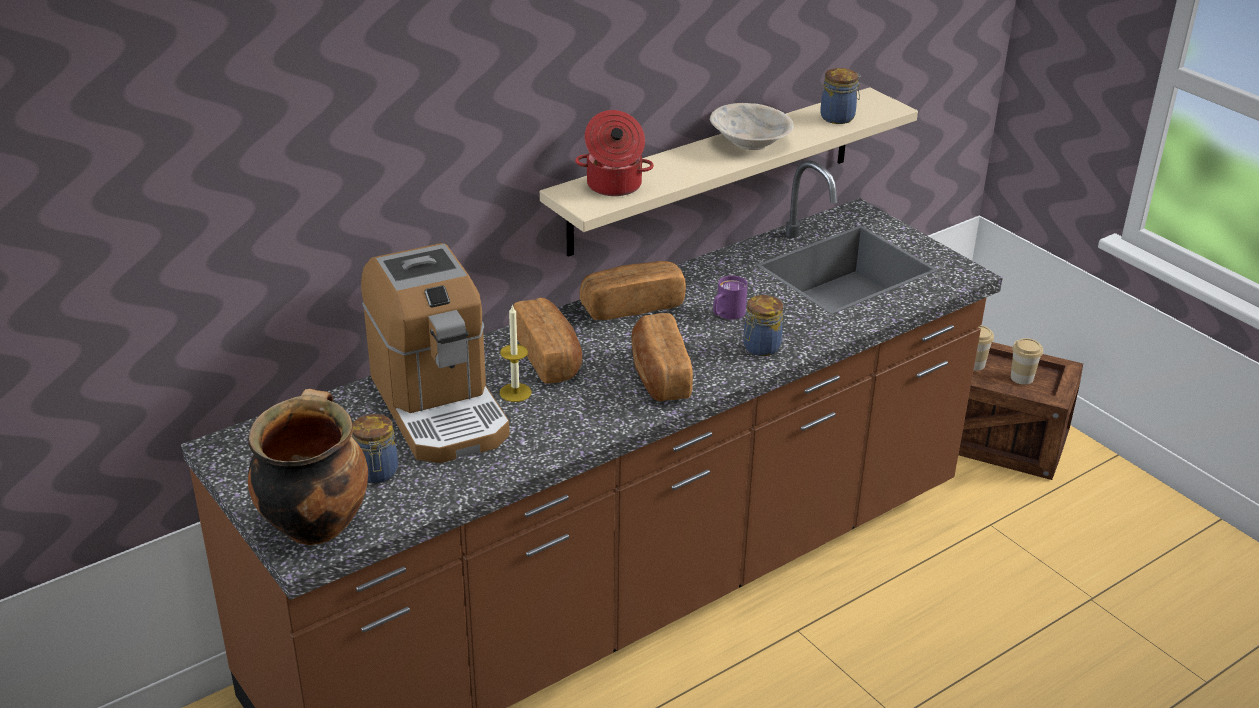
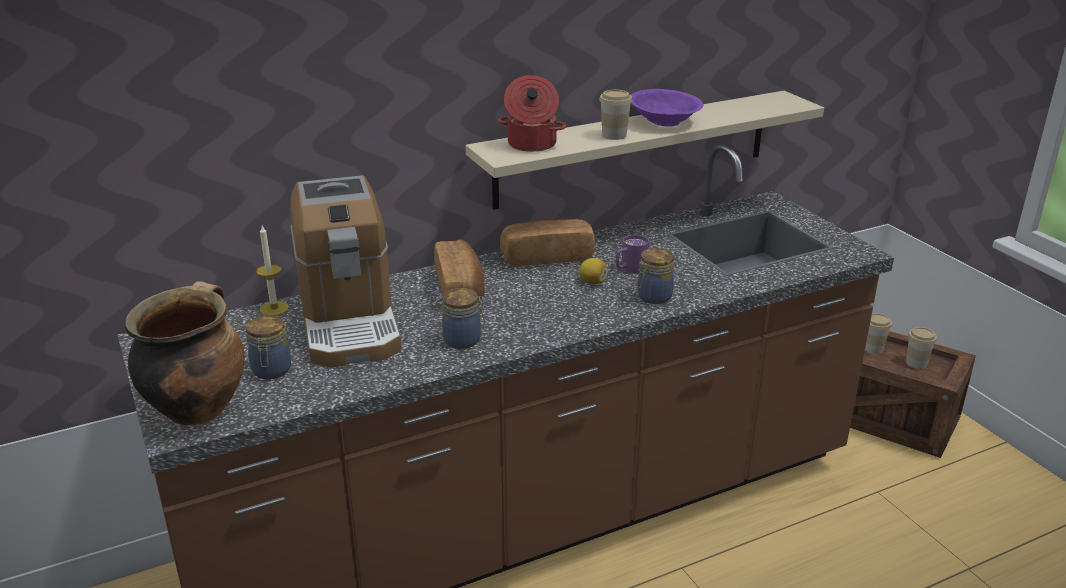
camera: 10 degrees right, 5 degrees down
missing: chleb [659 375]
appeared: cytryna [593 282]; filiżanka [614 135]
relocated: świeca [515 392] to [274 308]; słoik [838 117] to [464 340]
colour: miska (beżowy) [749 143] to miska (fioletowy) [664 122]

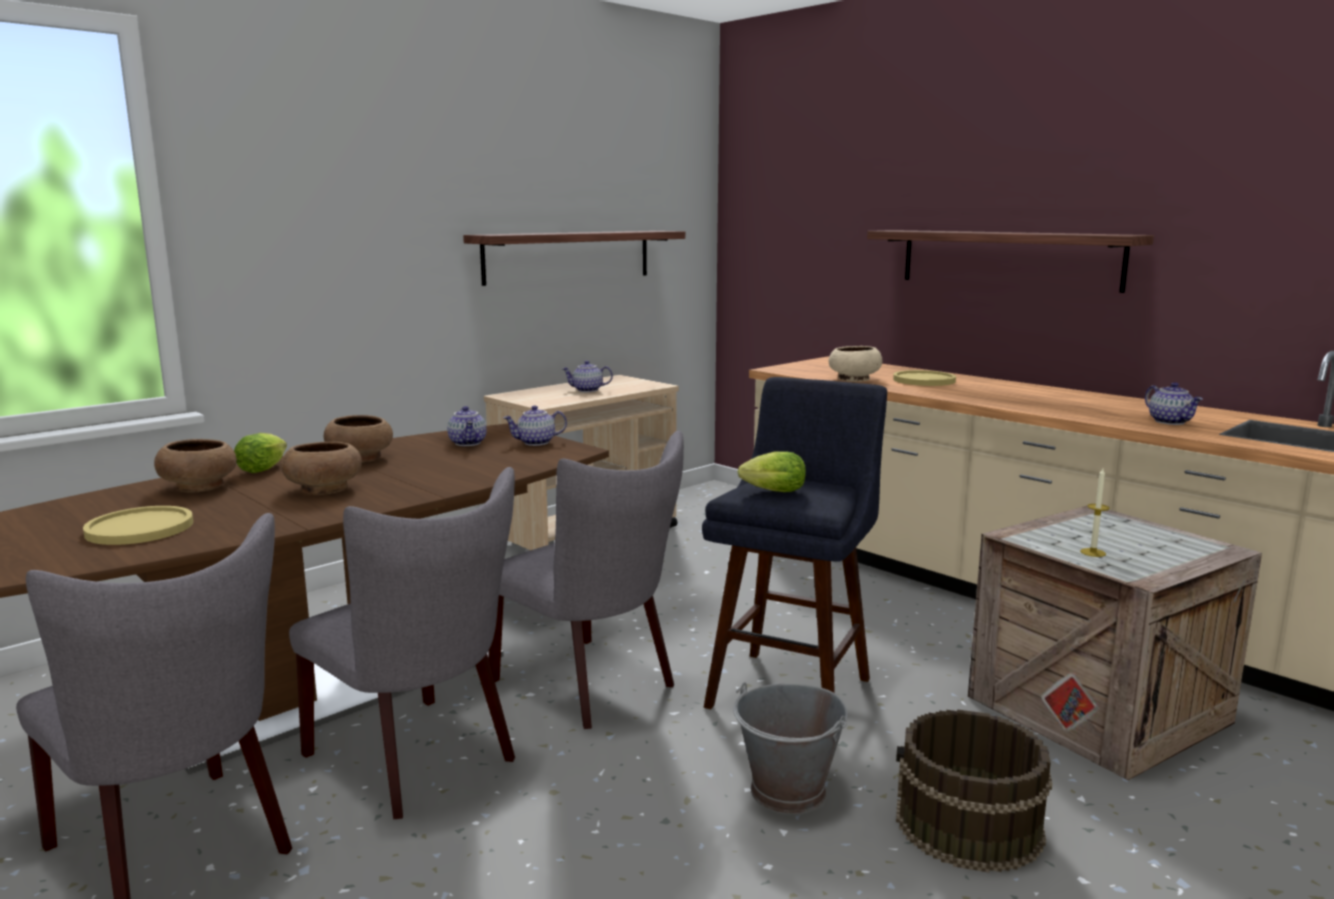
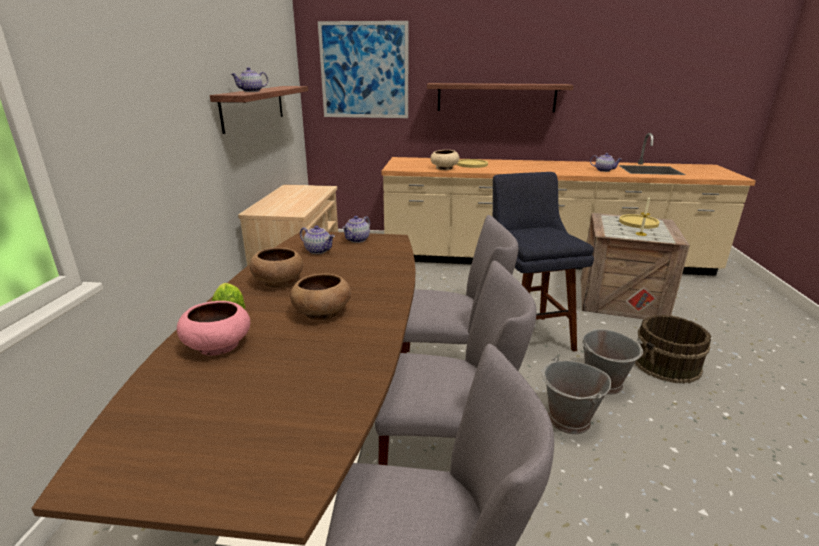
camera: 40 degrees left, 10 degrees up
missing: sałata [770 492]
appeared: obraz [364 71]; wiadro (szary) [568 420]
relocated: imbryk [587 390] to [251 91]; talerz (żółty) [140 528] to [638 222]
colour: miska (brązowy) [199 486] to miska (różowy) [218 345]

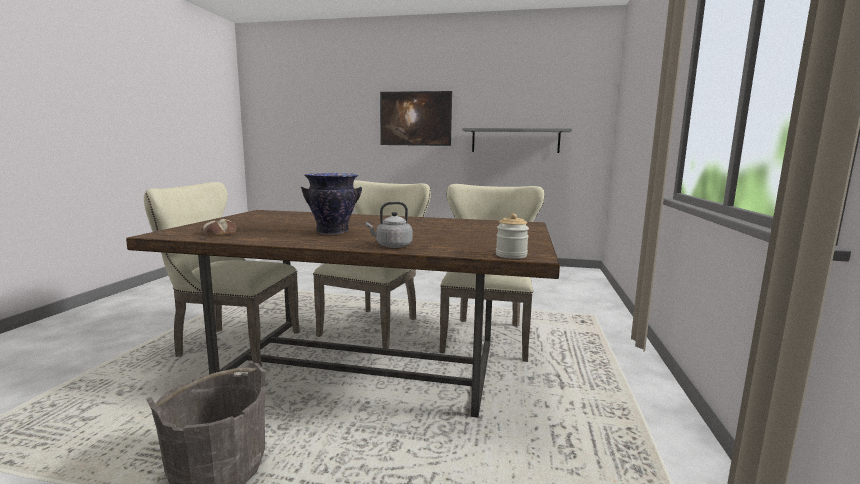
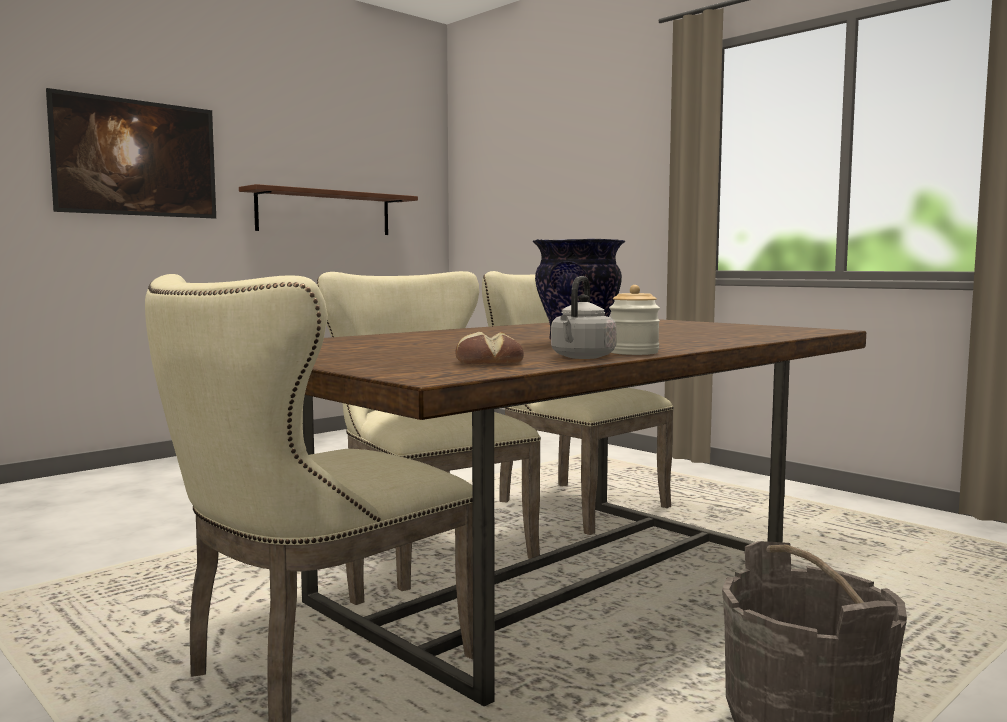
camera: 55 degrees left, 5 degrees down
relocated: czajnik (szary) [392 246] to [581 357]; słoik [511 255] to [633 352]
colour: półka (szary) [515 140] to półka (brązowy) [324 213]

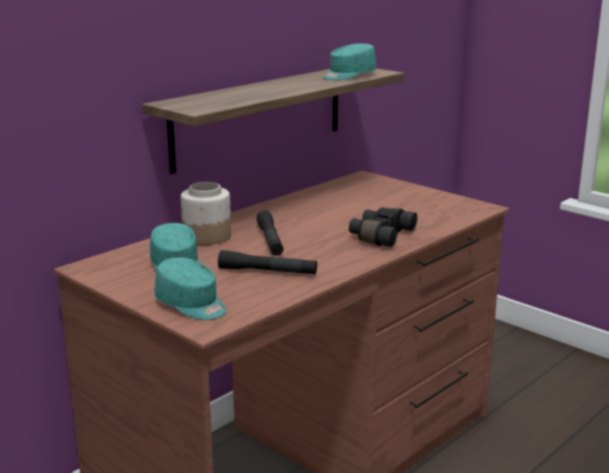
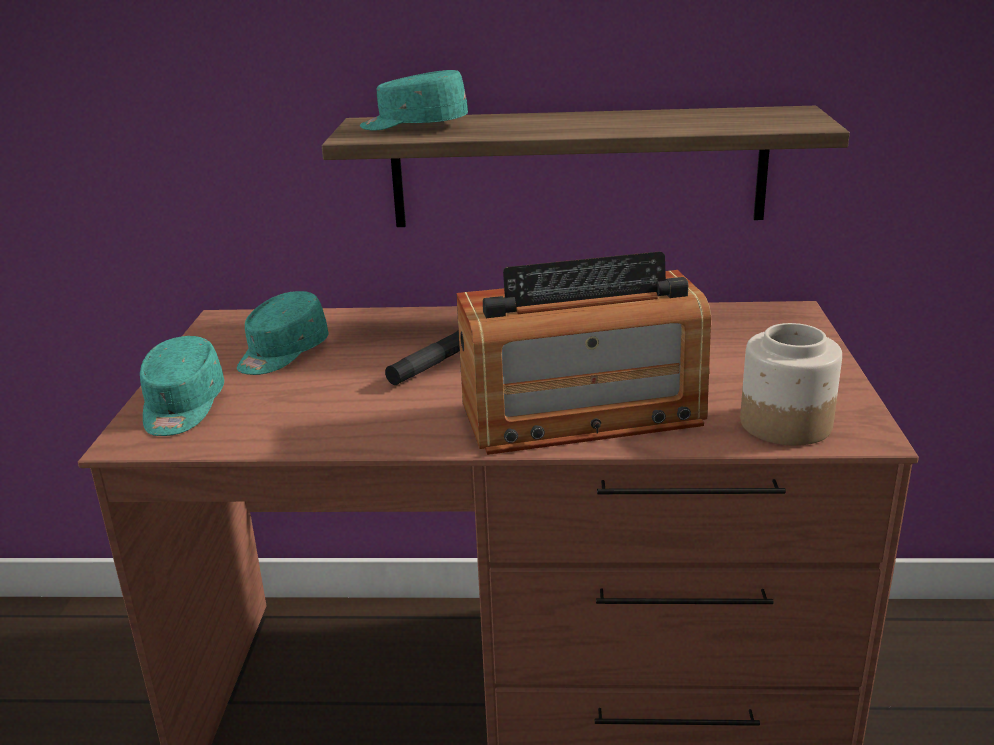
camera: 50 degrees right, 5 degrees up
missing: latarka (czarny) [267 271]
relocated: czapka z daszkiem (turkusowy) [348 76] to [414 126]; słoik [206 236] to [784 424]
exchanged: lornetka (czarny) [380 236] to radio [582 414]

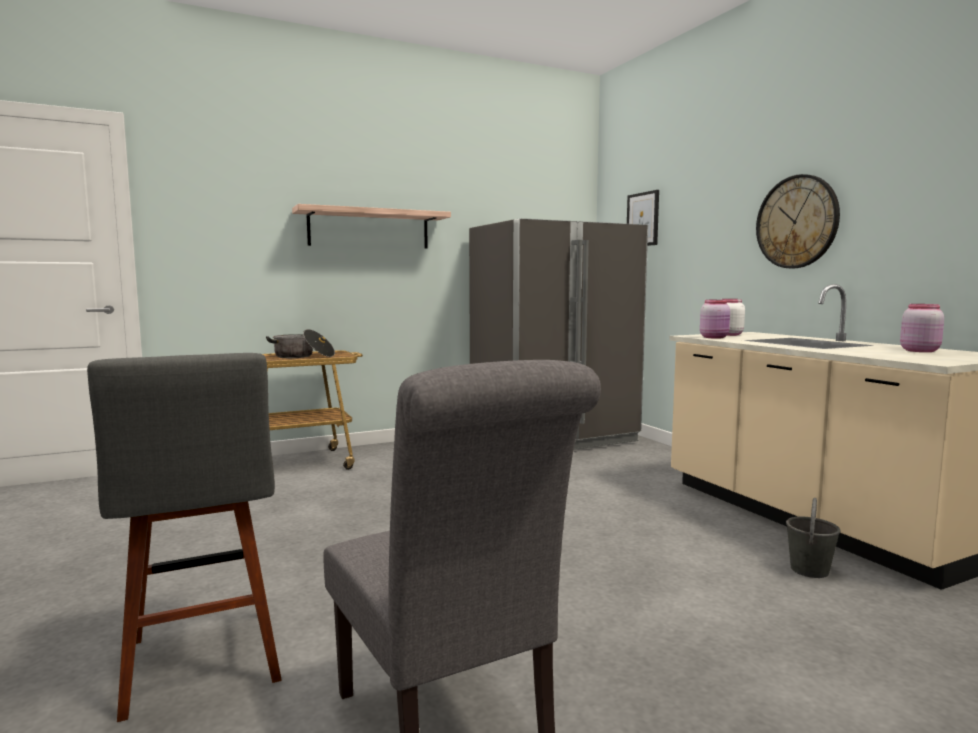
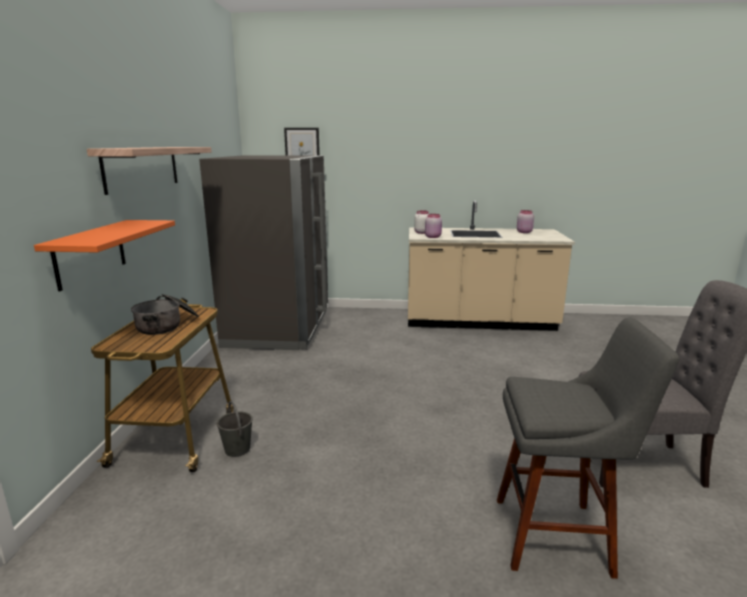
camera: 60 degrees left, 10 degrees up
missing: zegar ścienny [797 222]
appeared: półka (pomarańczowy) [90 253]
relocated: wiadro (szary) [809 570] to [237 449]

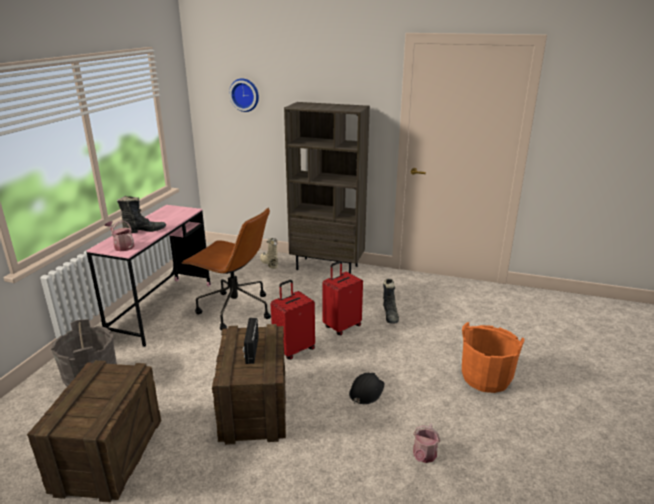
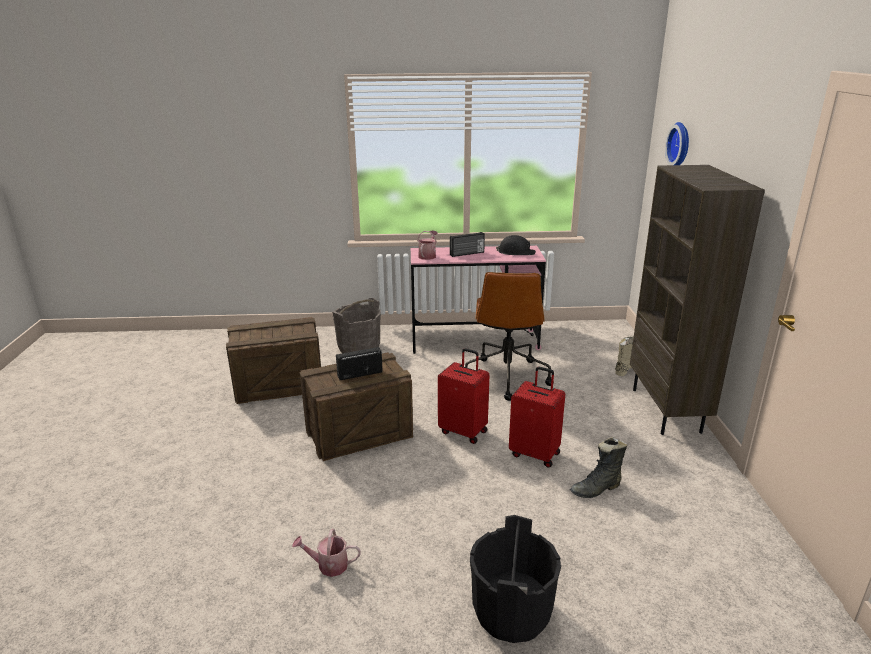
camera: 70 degrees right, 0 degrees up
relocated: kask (czarny) [366 391] to [516 252]
exchanged: but z cholewką (czarny) [144 230] to radio [467 253]
colour: wiadro (pomarańczowy) [486 377] to wiadro (czarny) [512 612]

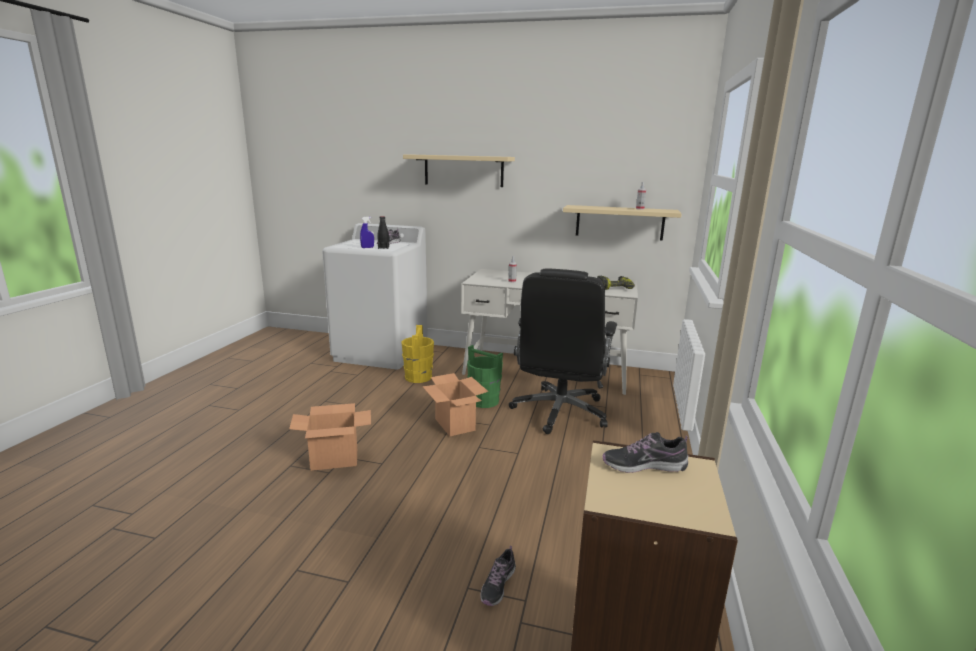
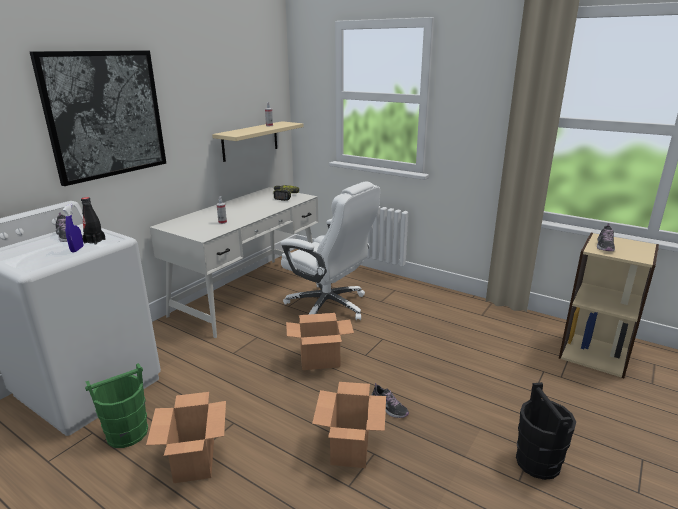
camera: 70 degrees left, 5 degrees up
missing: wiadro (żółty) [418 377]
appeared: karton [194 460]; wiadro (czarny) [538 462]
relocated: wiadro (zielony) [484 401] to [127 433]; but [498 585] to [389 408]
exchanged: półka (beżowy) [463 170] to obraz [105 115]
colour: krzesło biurowe (czarny) [559 412] to krzesło biurowe (biały) [329 306]

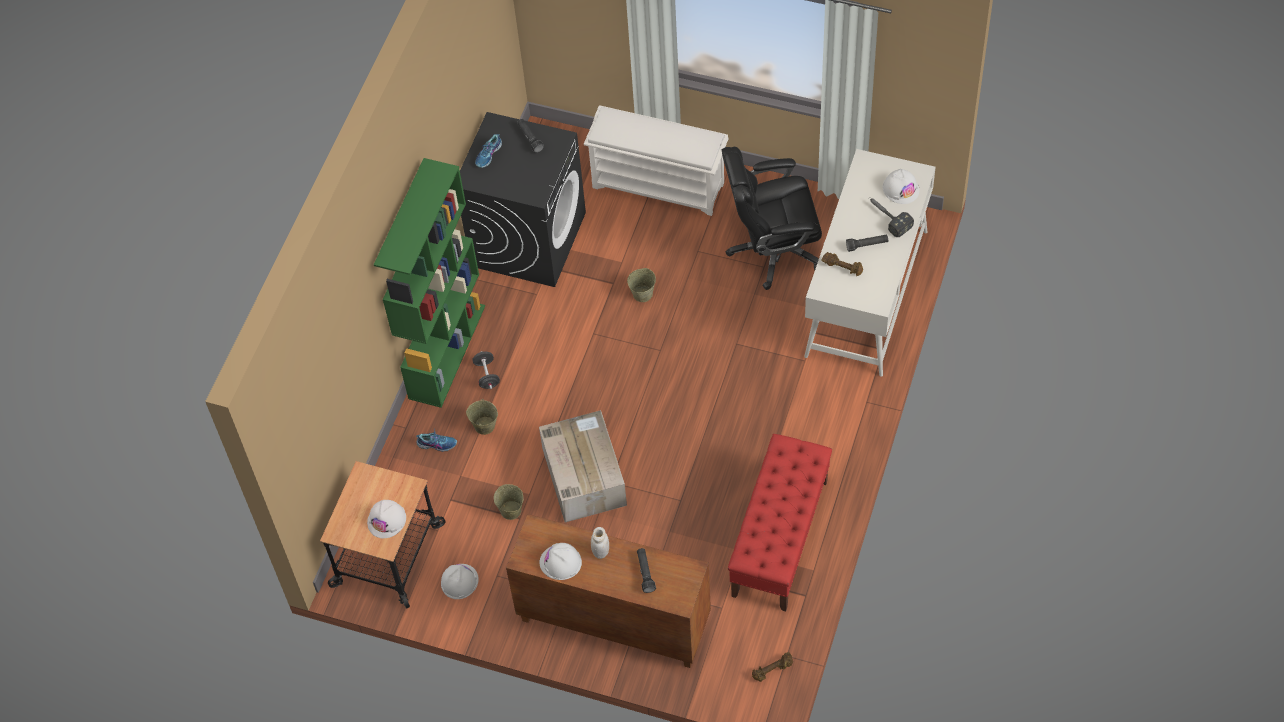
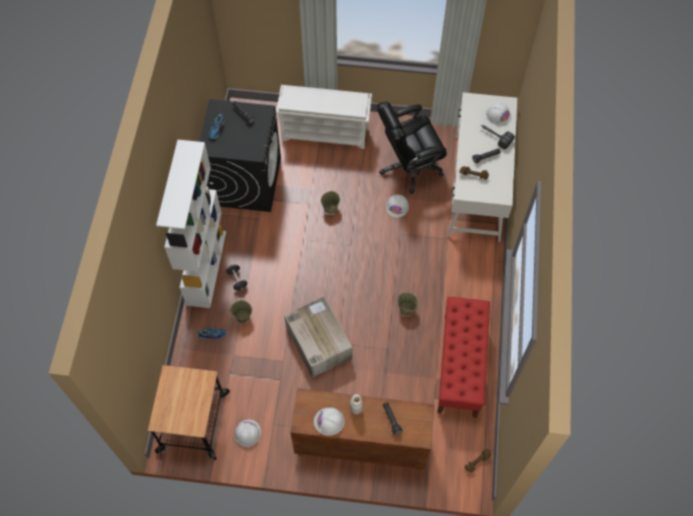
camera: 15 degrees left, 5 degrees up
relocated: kask (biały) [387 520] to [397 206]; wiadro (beżowy) [511 511] to [406 309]
colour: regał (zielony) [446 351] to regał (biały) [206 267]

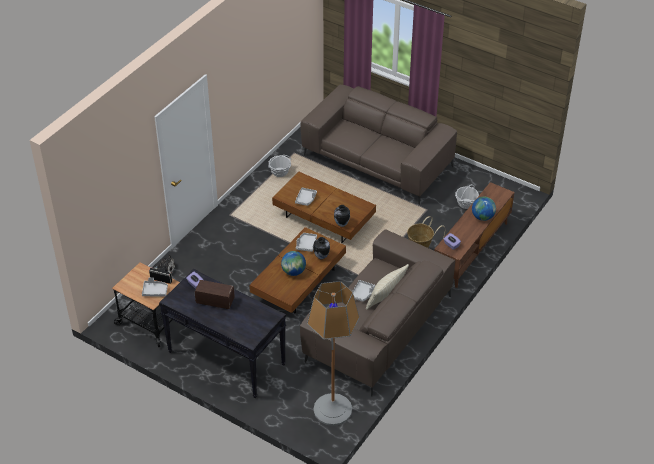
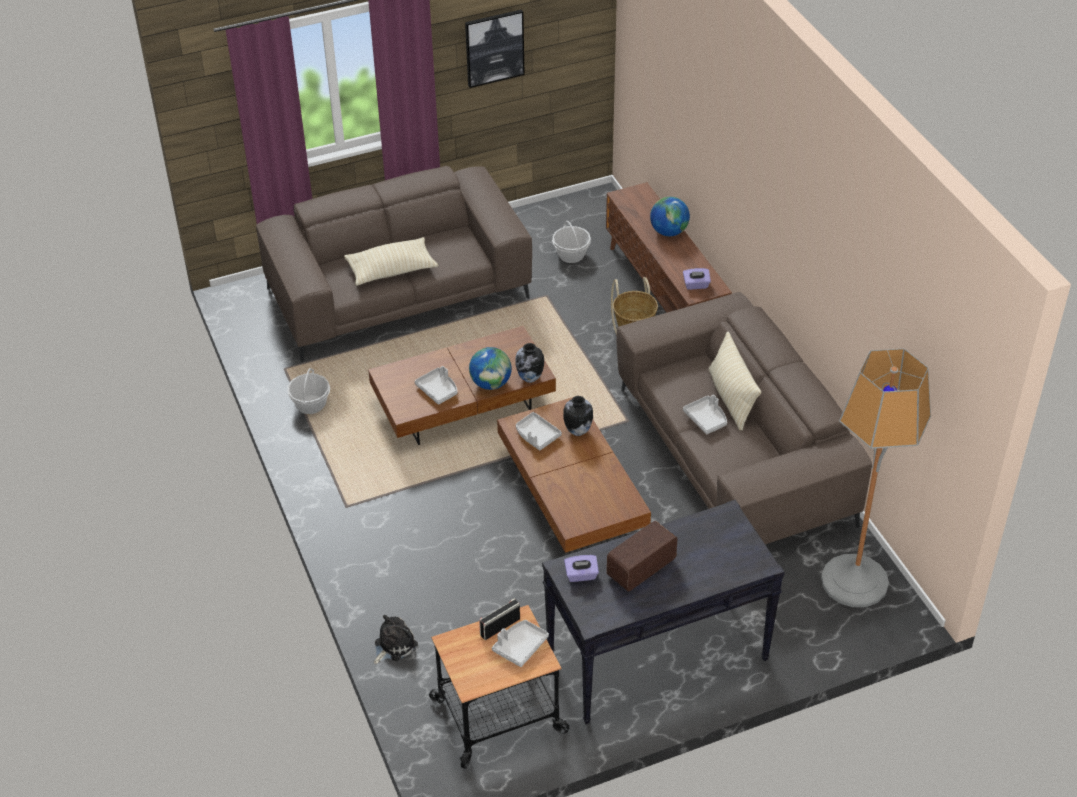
camera: 55 degrees left, 0 degrees up
appeared: poduszka (beżowy) [391 270]; obraz [494 47]
relocated: globus [293 272] to [491 384]

